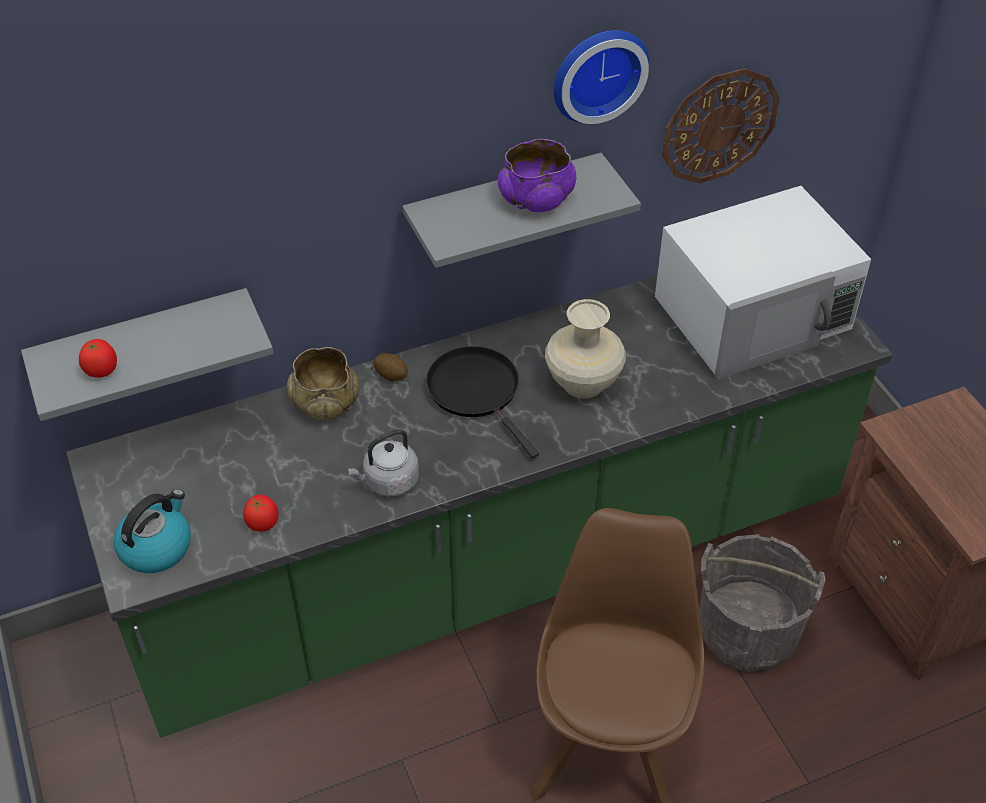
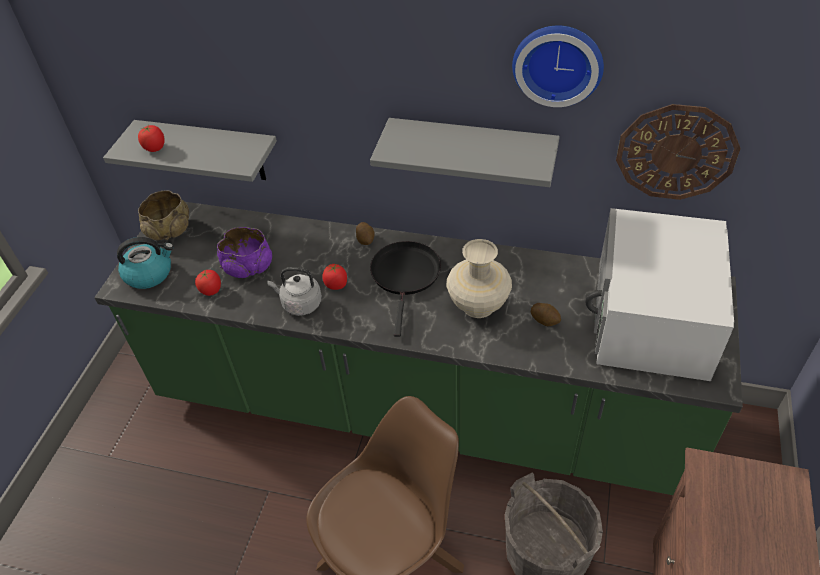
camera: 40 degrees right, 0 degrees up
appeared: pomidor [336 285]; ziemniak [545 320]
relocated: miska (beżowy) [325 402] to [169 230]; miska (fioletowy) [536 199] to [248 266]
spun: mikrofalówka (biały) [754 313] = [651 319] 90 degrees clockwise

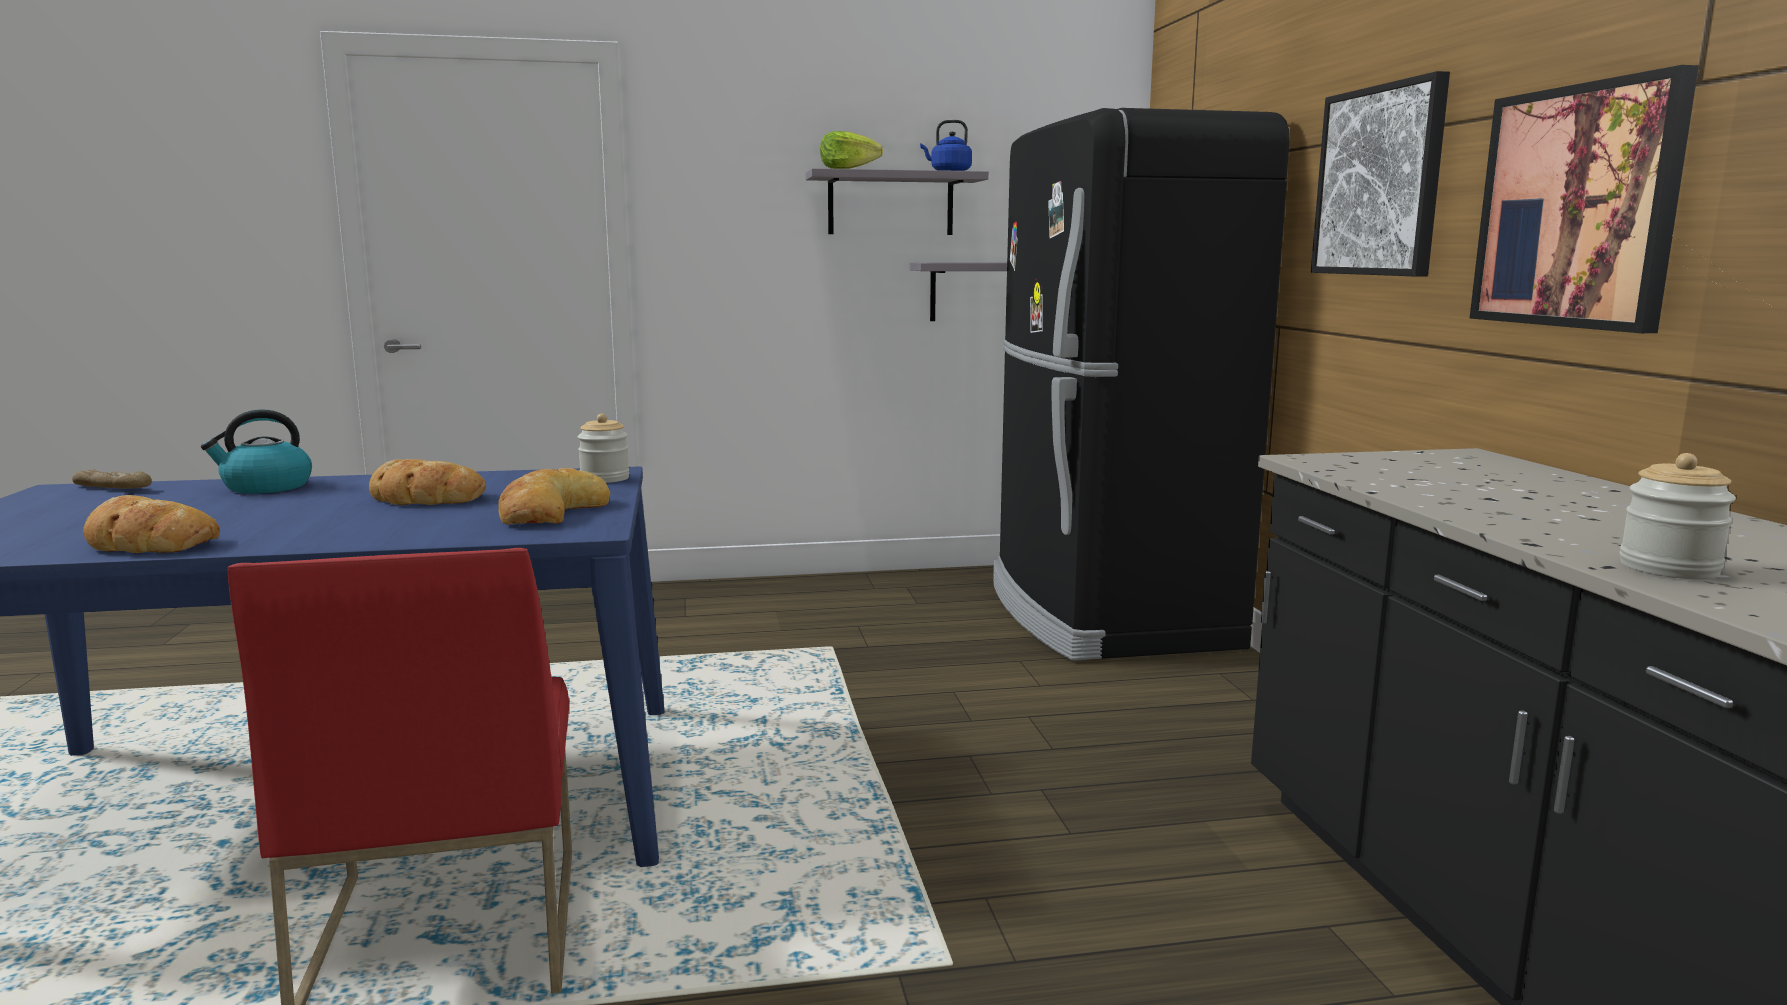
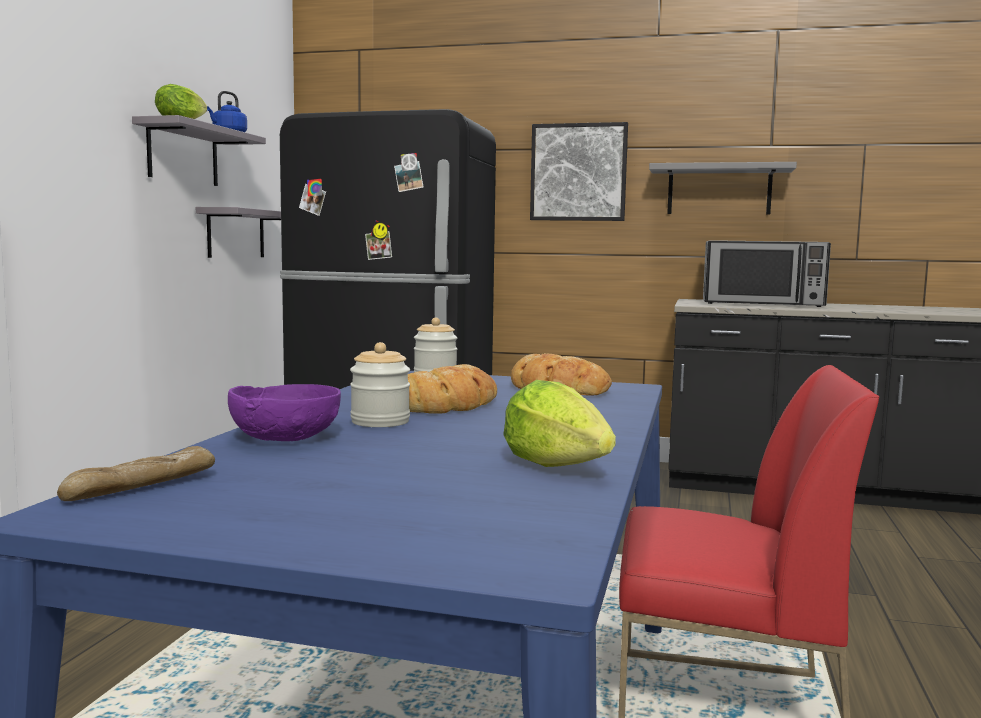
camera: 65 degrees left, 5 degrees down
appeared: mikrofalówka [762 304]
relocated: słoik [1668 568] to [380 422]
exchanged: czajnik [266 487] to miska (fioletowy) [285 437]; chleb [148 542] to sałata [556 465]; obraz [1577 207] to półka (szary) [719 190]

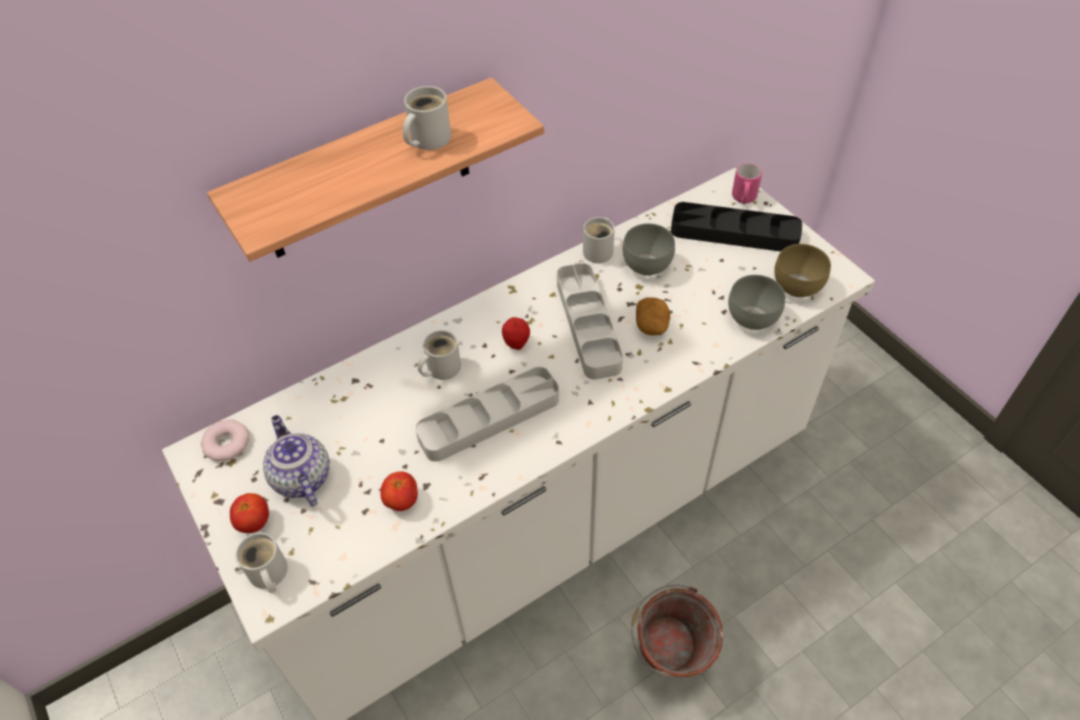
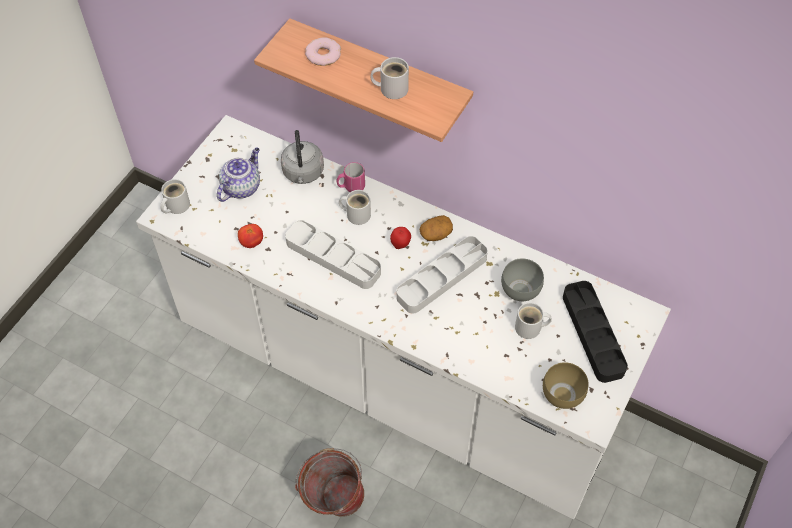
camera: 60 degrees right, 5 degrees up
missing: pomidor [254 522]; miska (szary) [753 317]
appeared: czajnik (szary) [303 173]
relocated: donut [226 443] to [323 55]; kubek (różowy) [743 199] to [351 187]; ziemniak [652 325] to [436 234]; kubek (biały) [600 250] to [530 328]

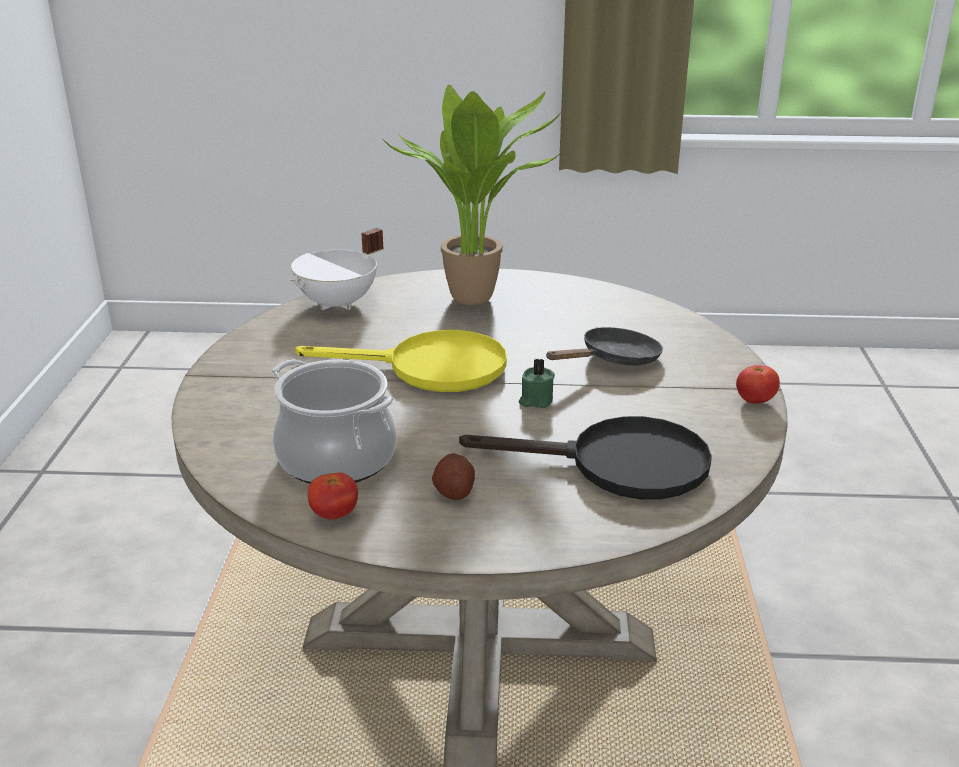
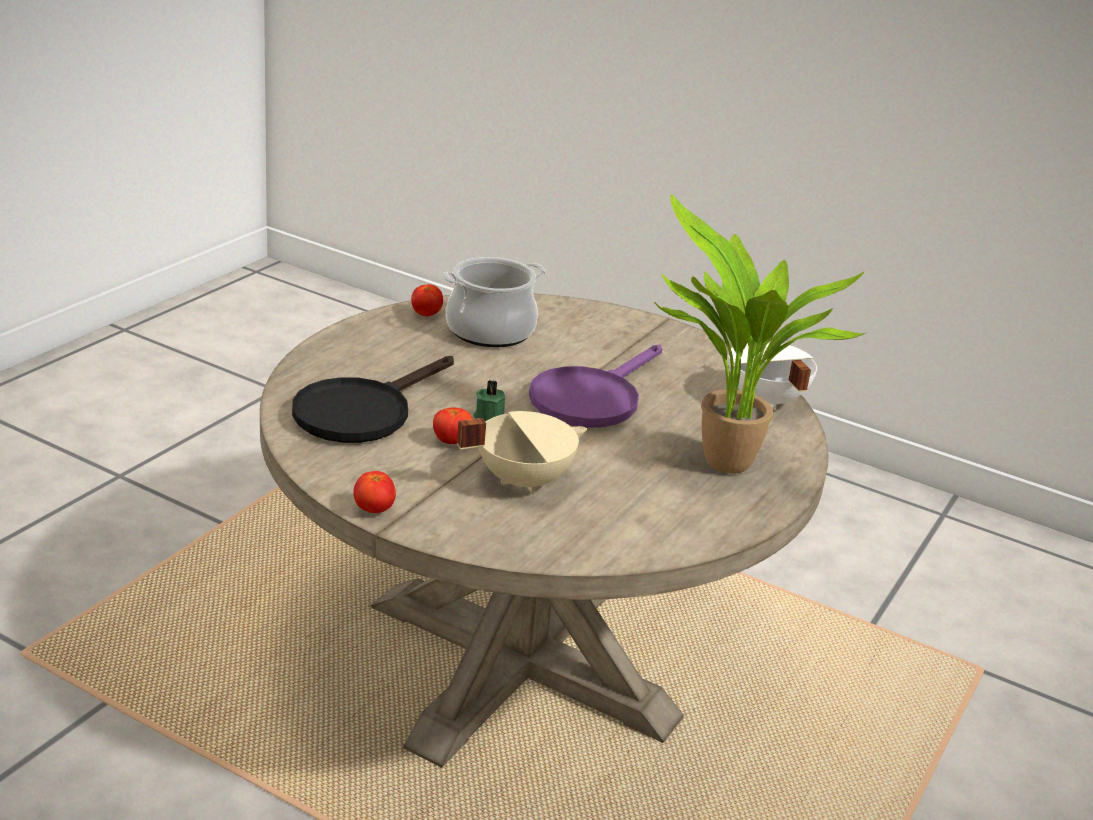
camera: 115 degrees right, 0 degrees up
missing: ziemniak [454 492]
appeared: pomidor [451 441]
exchanged: patelnia (czarny) [614 359] to garnek (beżowy) [522 479]
colour: patelnia (żółty) [430 368] to patelnia (fioletowy) [591 398]

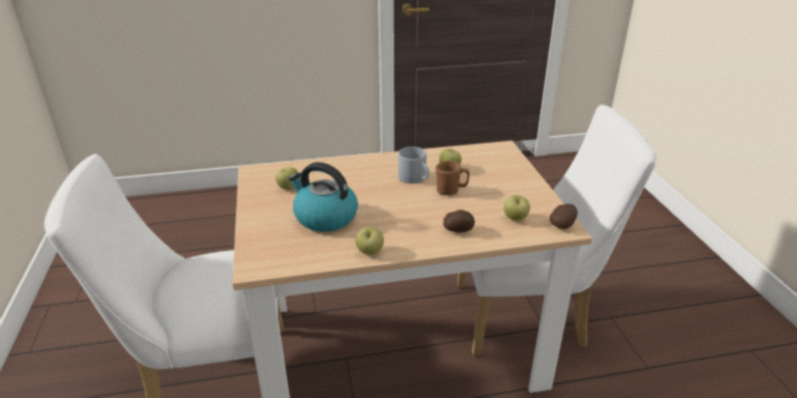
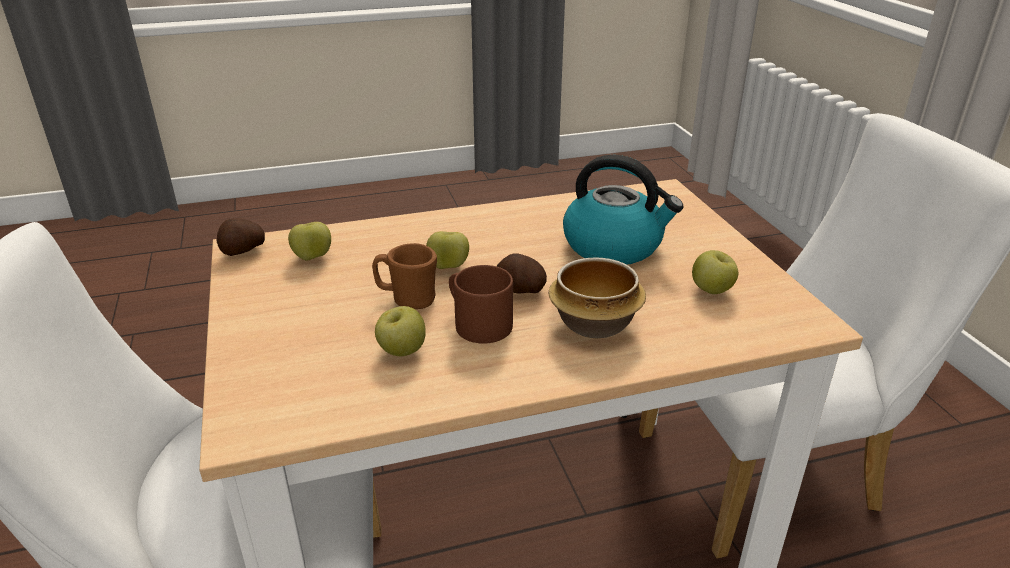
camera: 175 degrees right, 0 degrees up
appeared: miska [594 325]
relocated: jabłko [370 252] to [448 267]; ziemniak [458 230] to [520 291]
colour: kubek (szary) [415 178] to kubek (brązowy) [476 323]

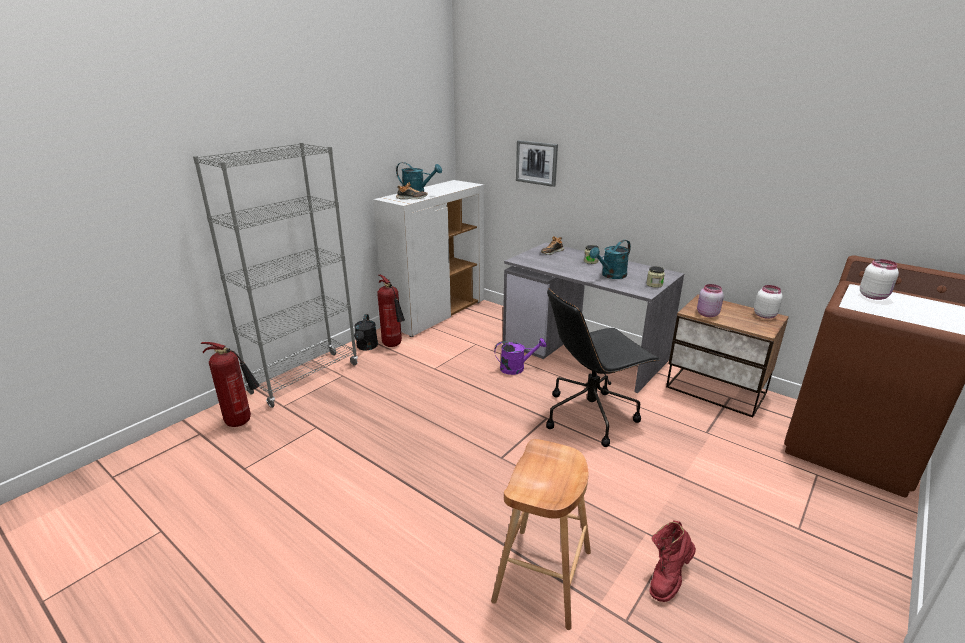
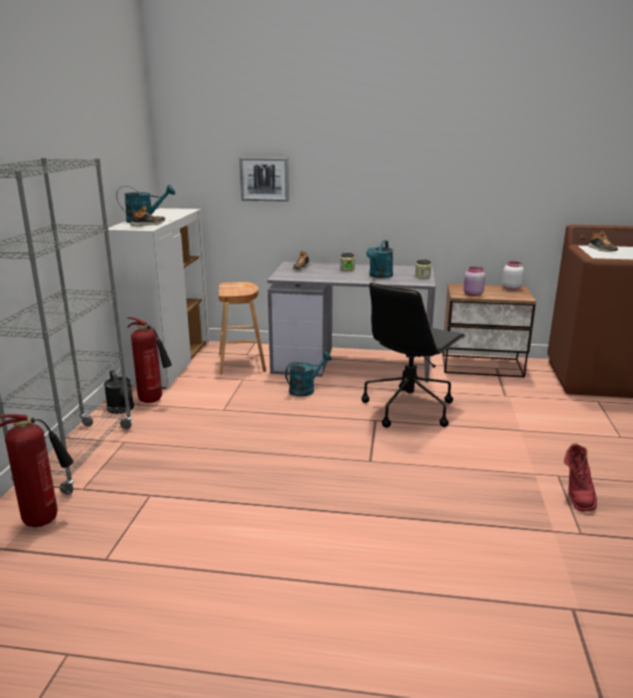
camera: 30 degrees left, 5 degrees down
relocated: stołek (brązowy) [543 575] to [241 362]
exchanged: słoik (biały) [873 296] to but [601 249]
colour: konewka (fioletowy) [517 368] to konewka (turkusowy) [305 389]

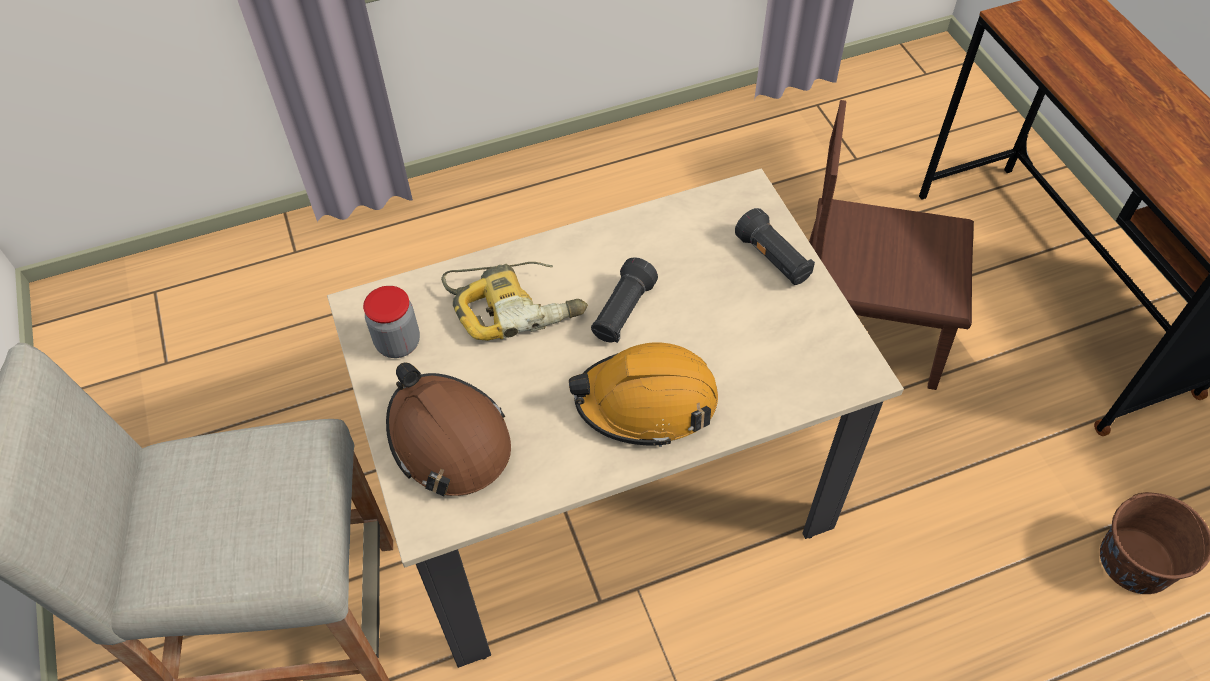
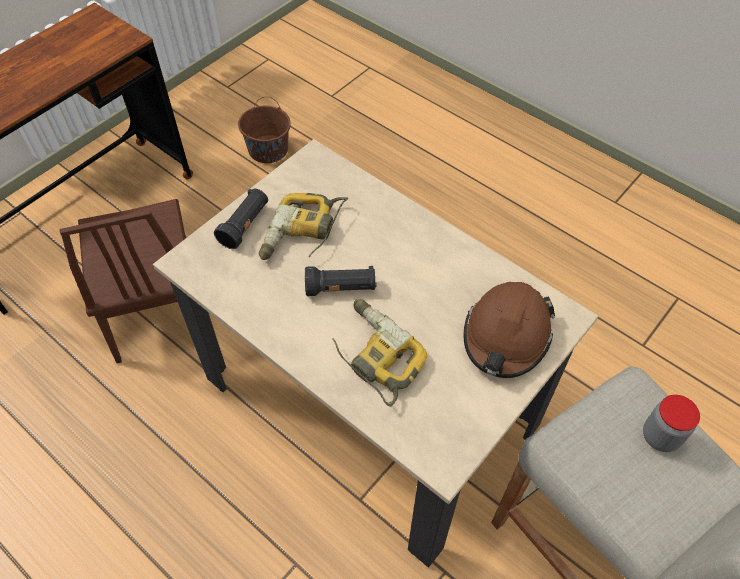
camera: 120 degrees left, 0 degrees up
missing: kask (pomarańczowy) [646 402]
appeared: wiertarka [303 234]
relocated: słoik [398 343] to [660 436]

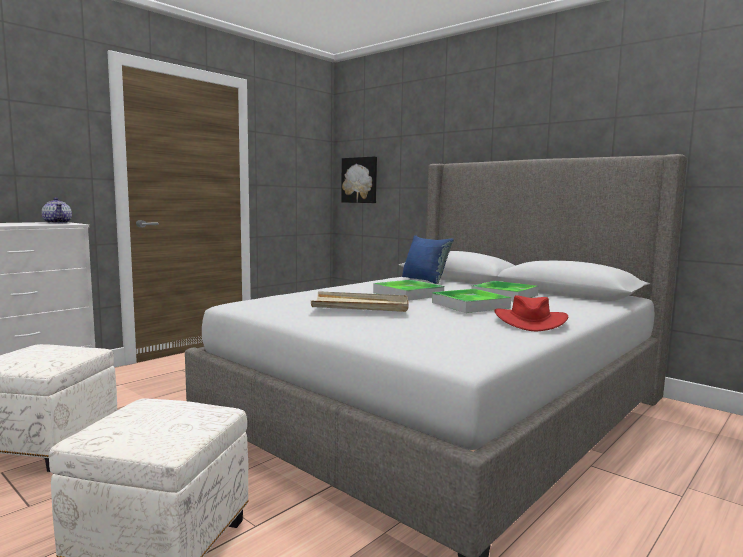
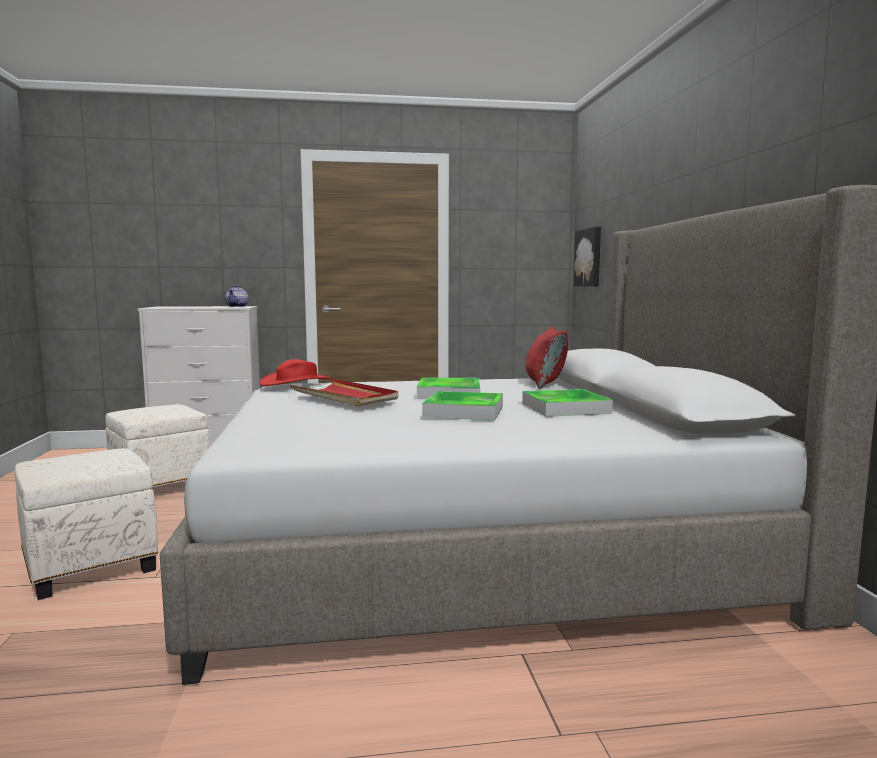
camera: 40 degrees right, 0 degrees up
relocated: kapelusz (czerwony) [529 321] to [297 382]
colour: taca (beżowy) [361 306] to taca (czerwony) [345 397]; poduszka (niebieski) [425 280] to poduszka (czerwony) [545 383]

